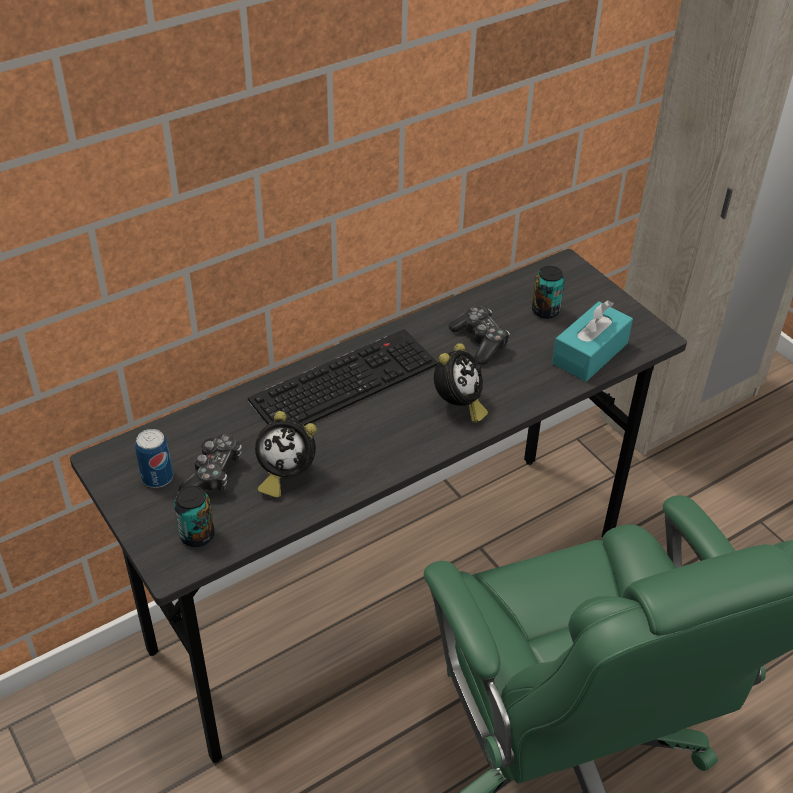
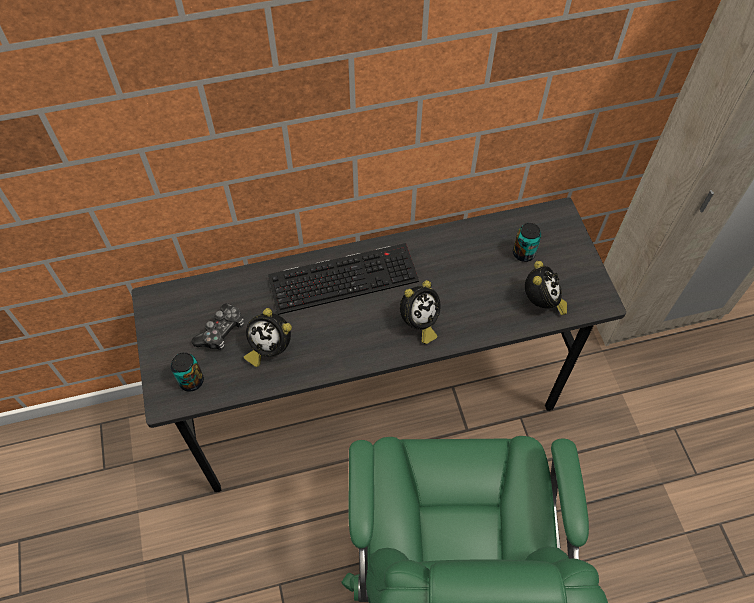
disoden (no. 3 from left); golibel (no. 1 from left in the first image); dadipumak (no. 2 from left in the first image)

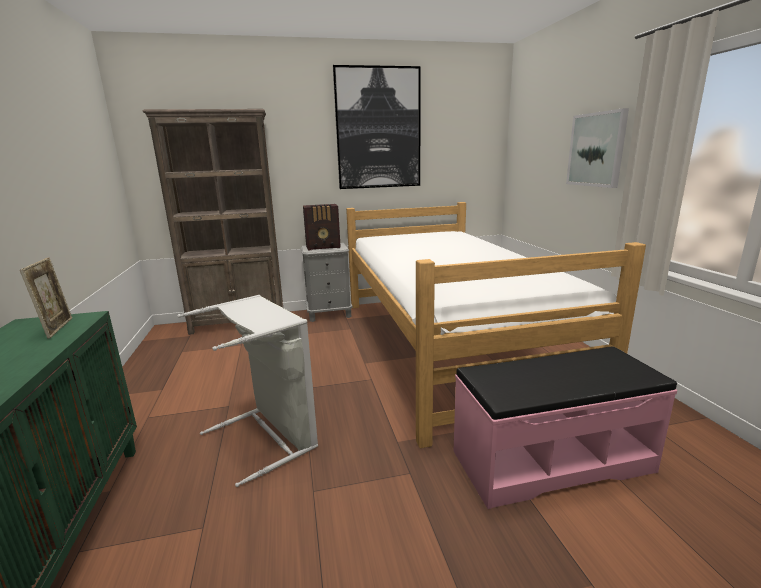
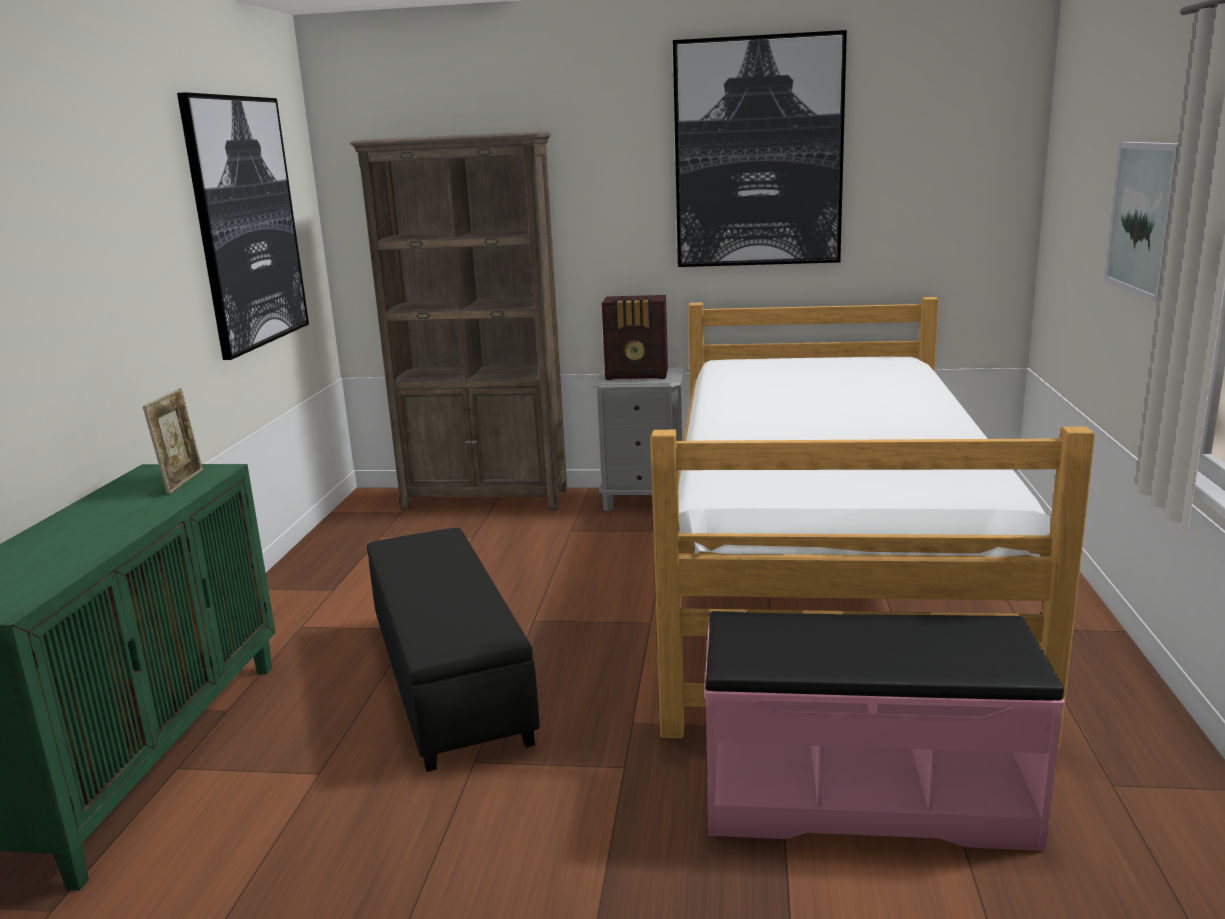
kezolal (no. 1 from left); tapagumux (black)

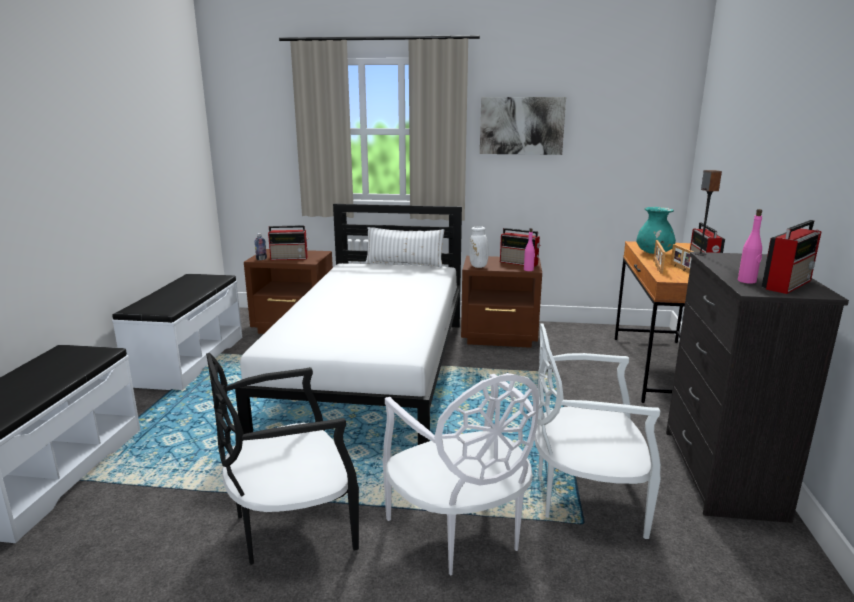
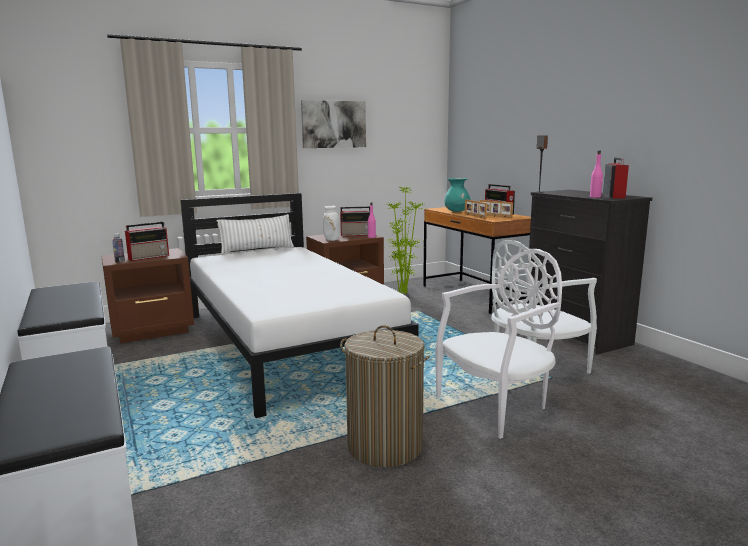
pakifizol; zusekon; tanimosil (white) (no. 1 from left)

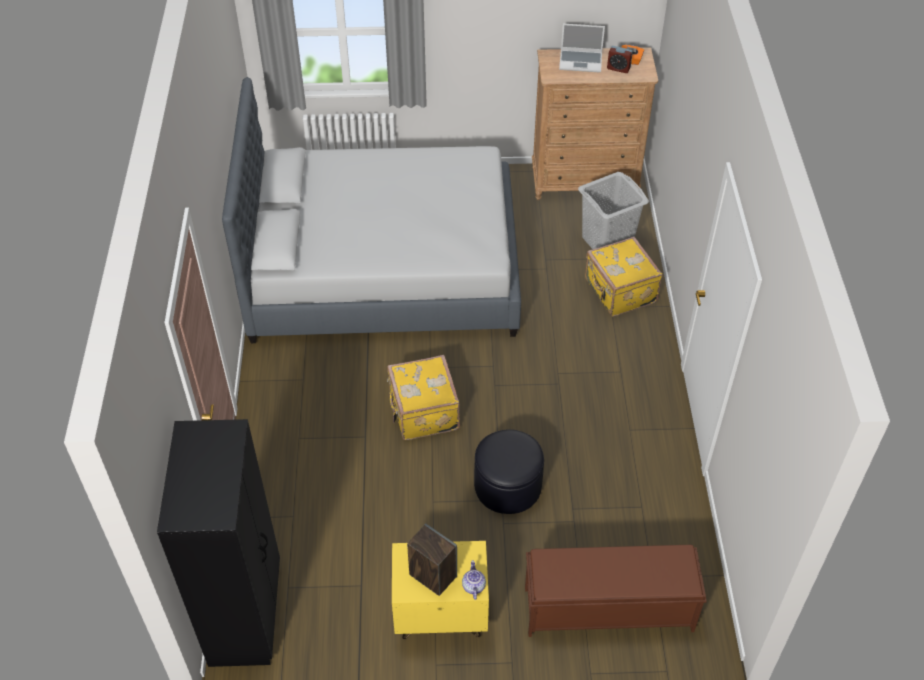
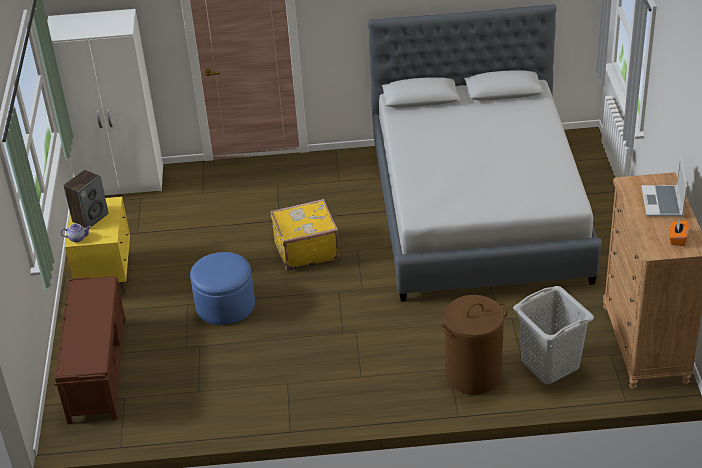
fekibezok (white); tapagumux (blue); pakifizol (brown); disoden

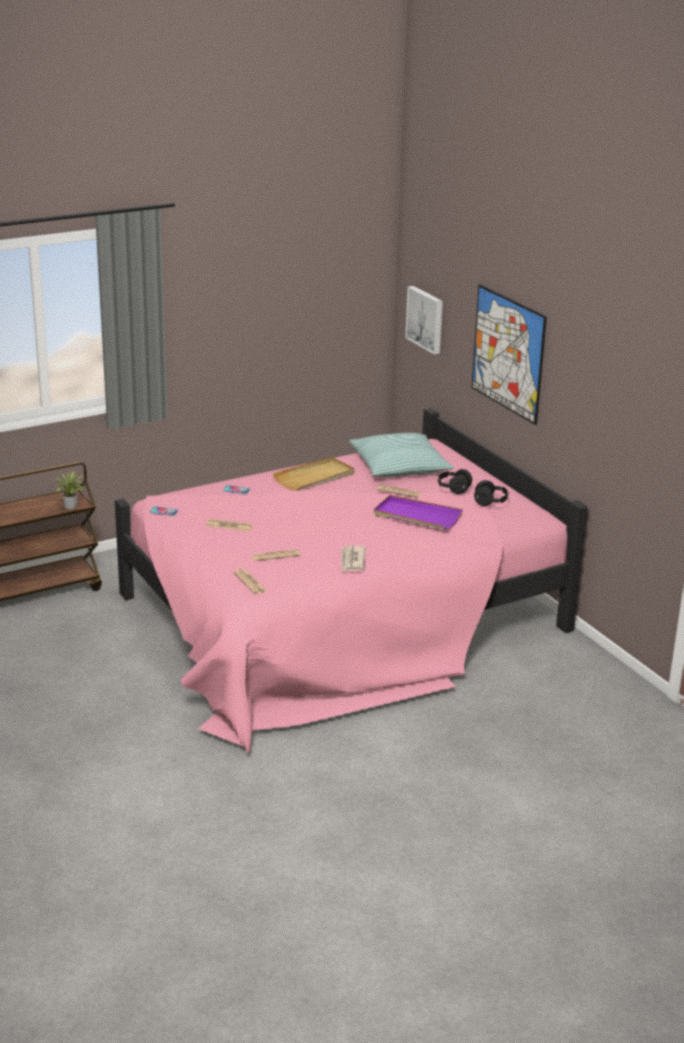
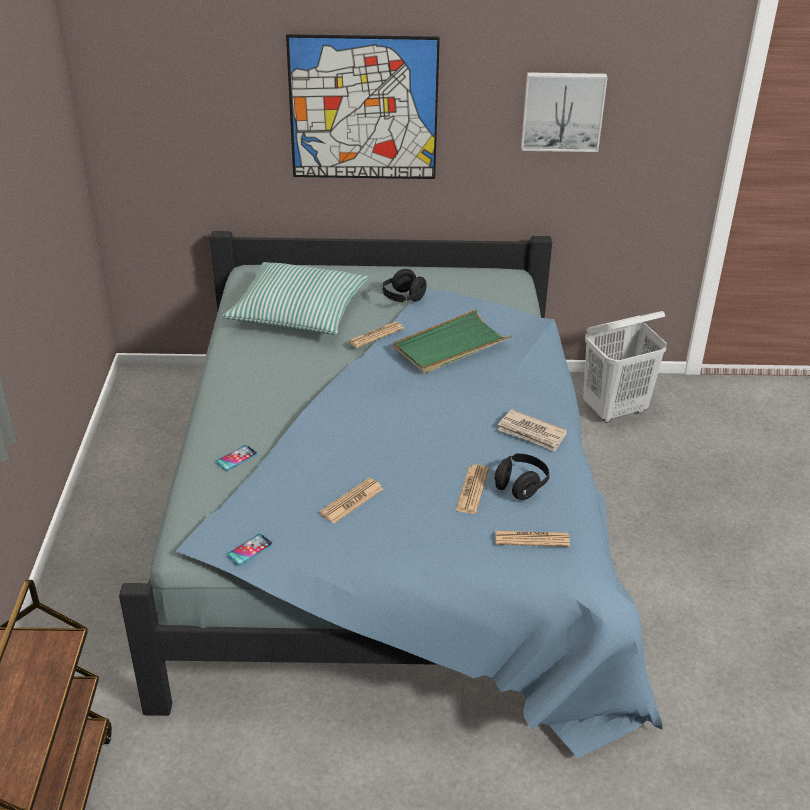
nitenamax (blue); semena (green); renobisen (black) (no. 2 from left); kezolal (no. 2 from left); pakifizol (white); zusekon; semena (beige)

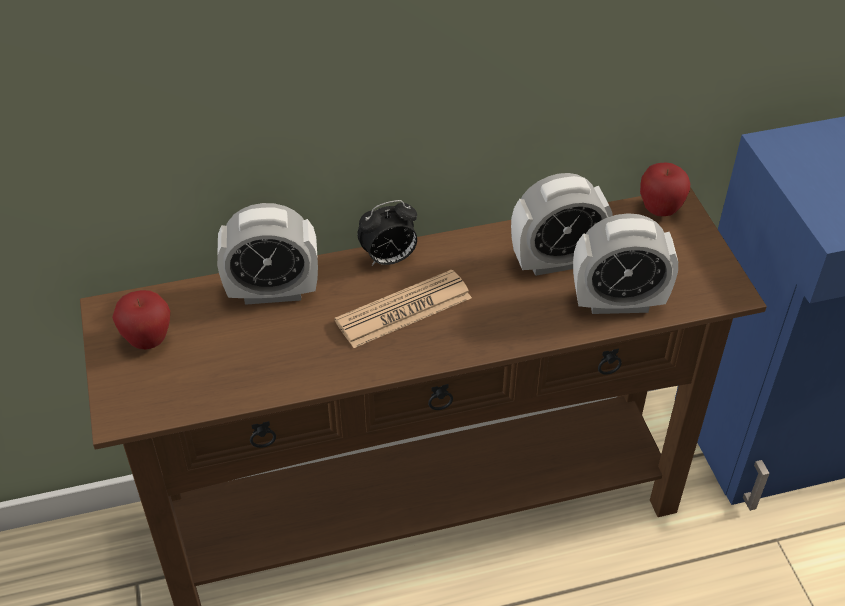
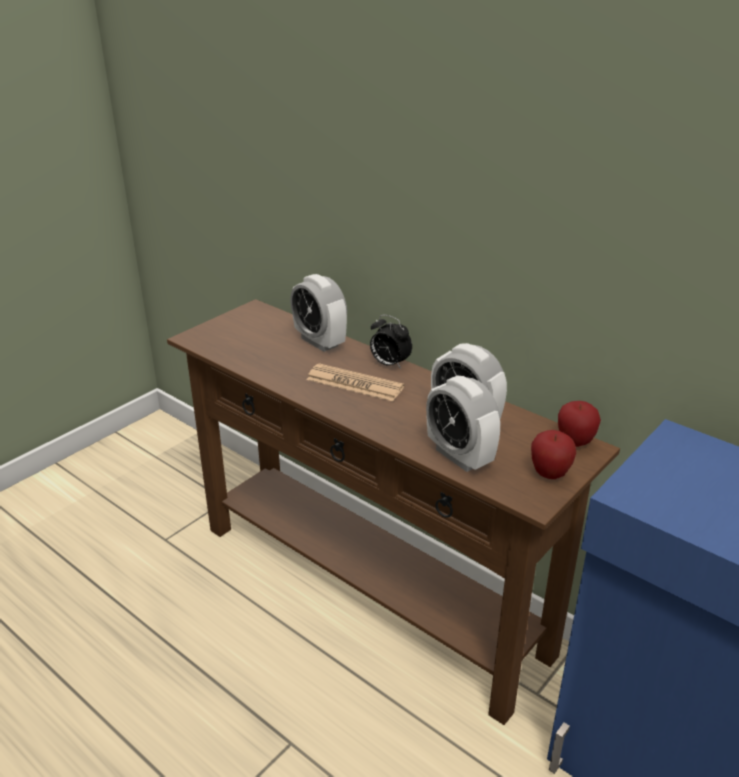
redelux (no. 1 from left)

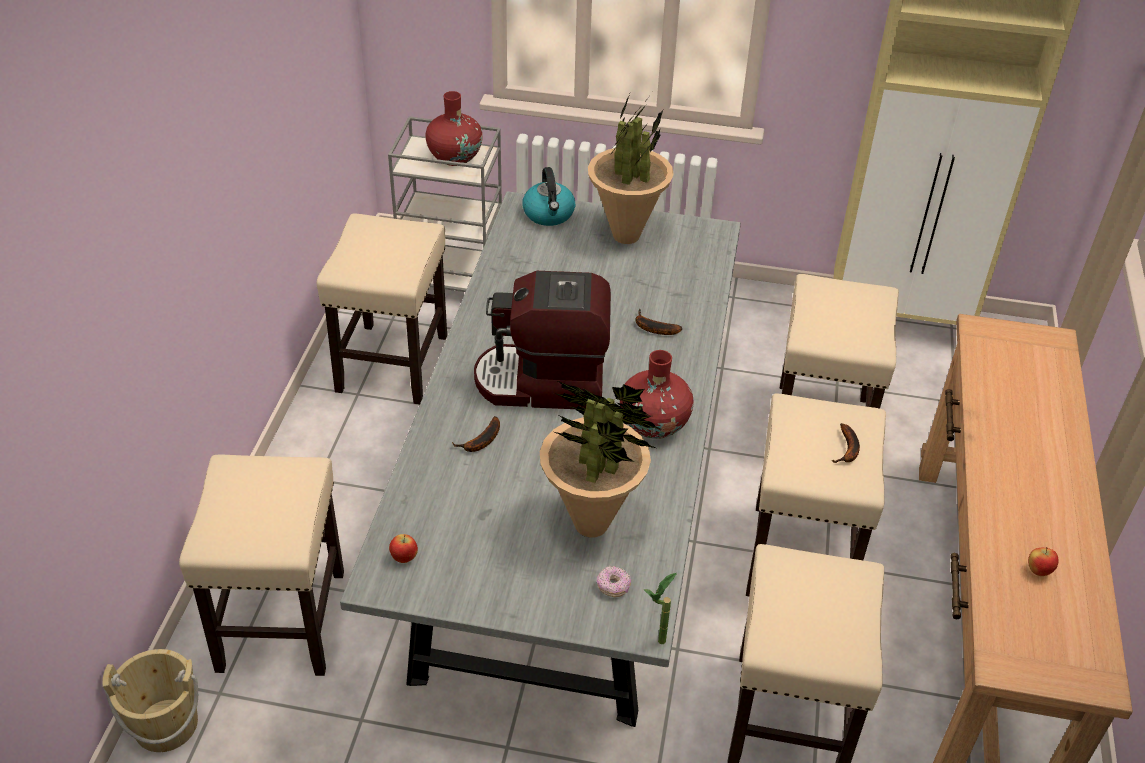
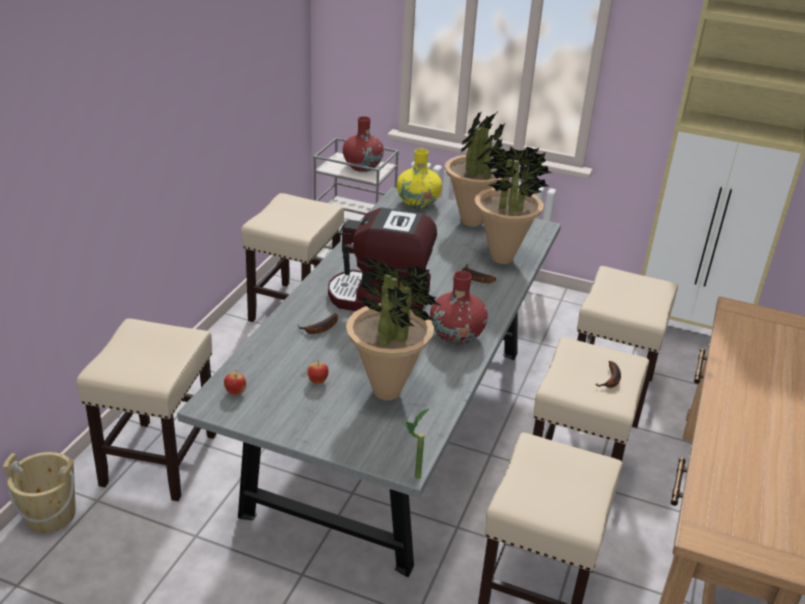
redelux (no. 2 from left); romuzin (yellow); zusekon (no. 4 from left); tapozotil

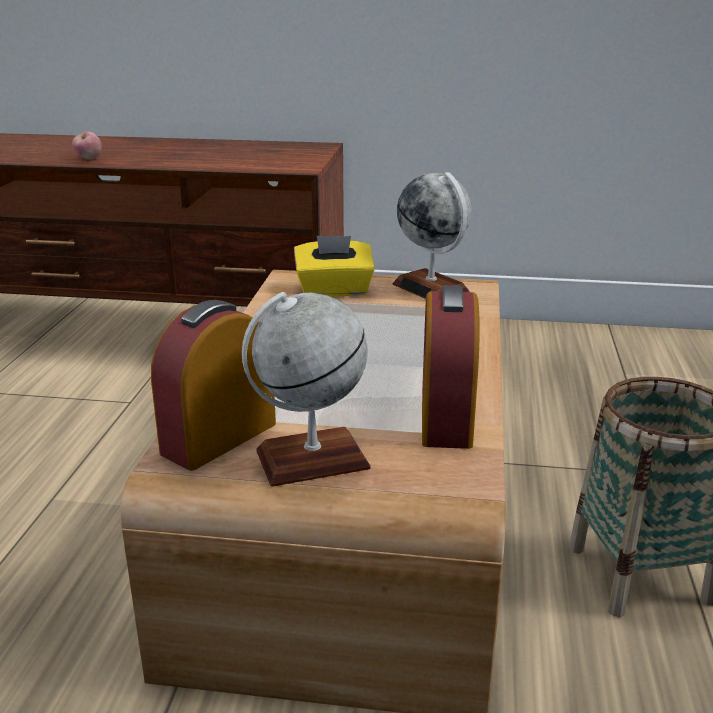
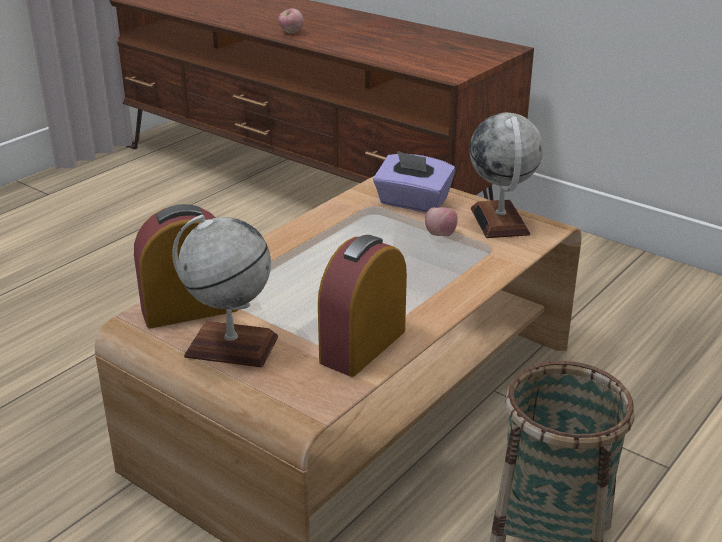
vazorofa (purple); redelux (no. 2 from left)

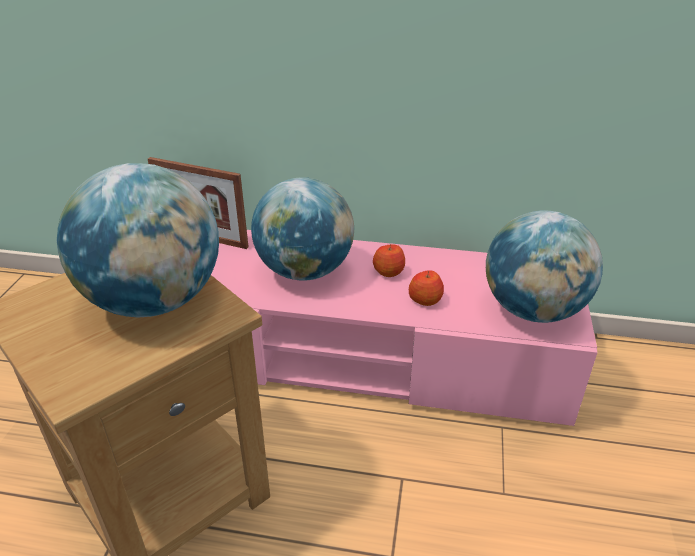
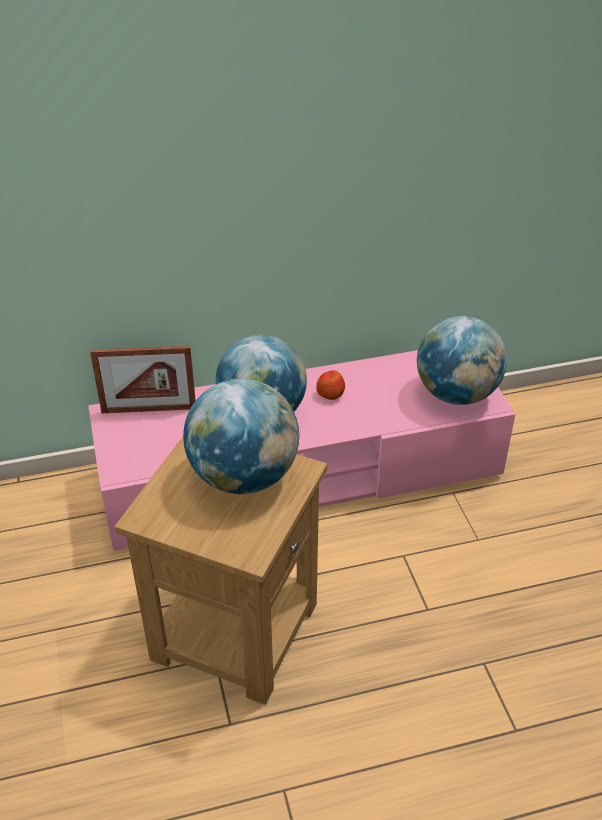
redelux (no. 2 from left in the first image)

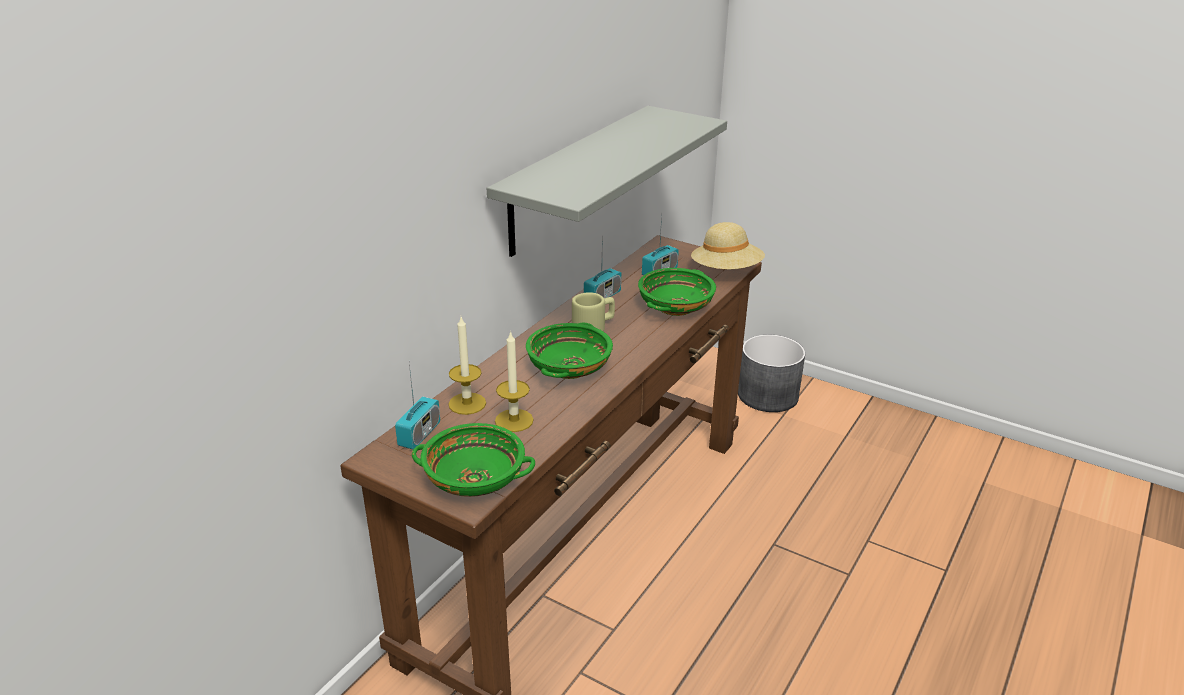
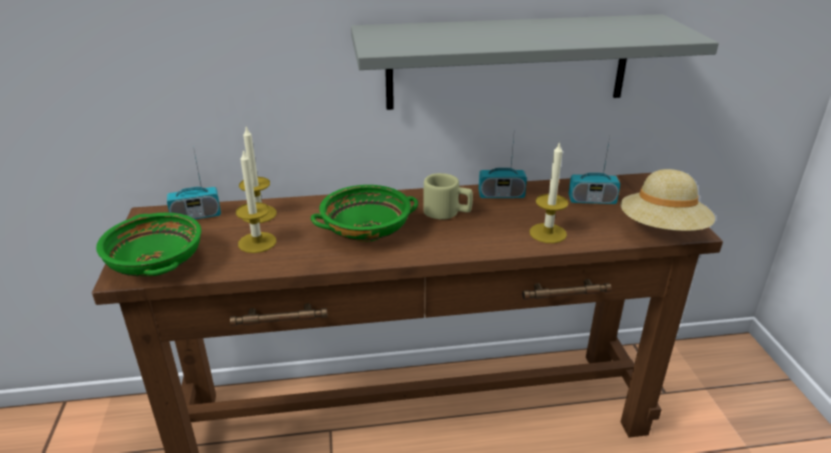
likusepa (no. 3 from left); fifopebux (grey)

